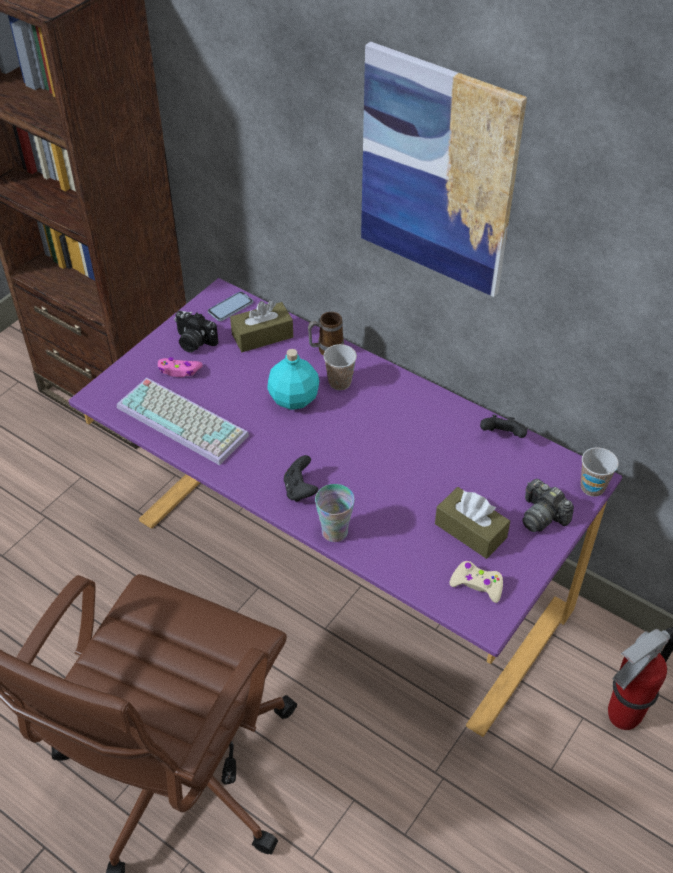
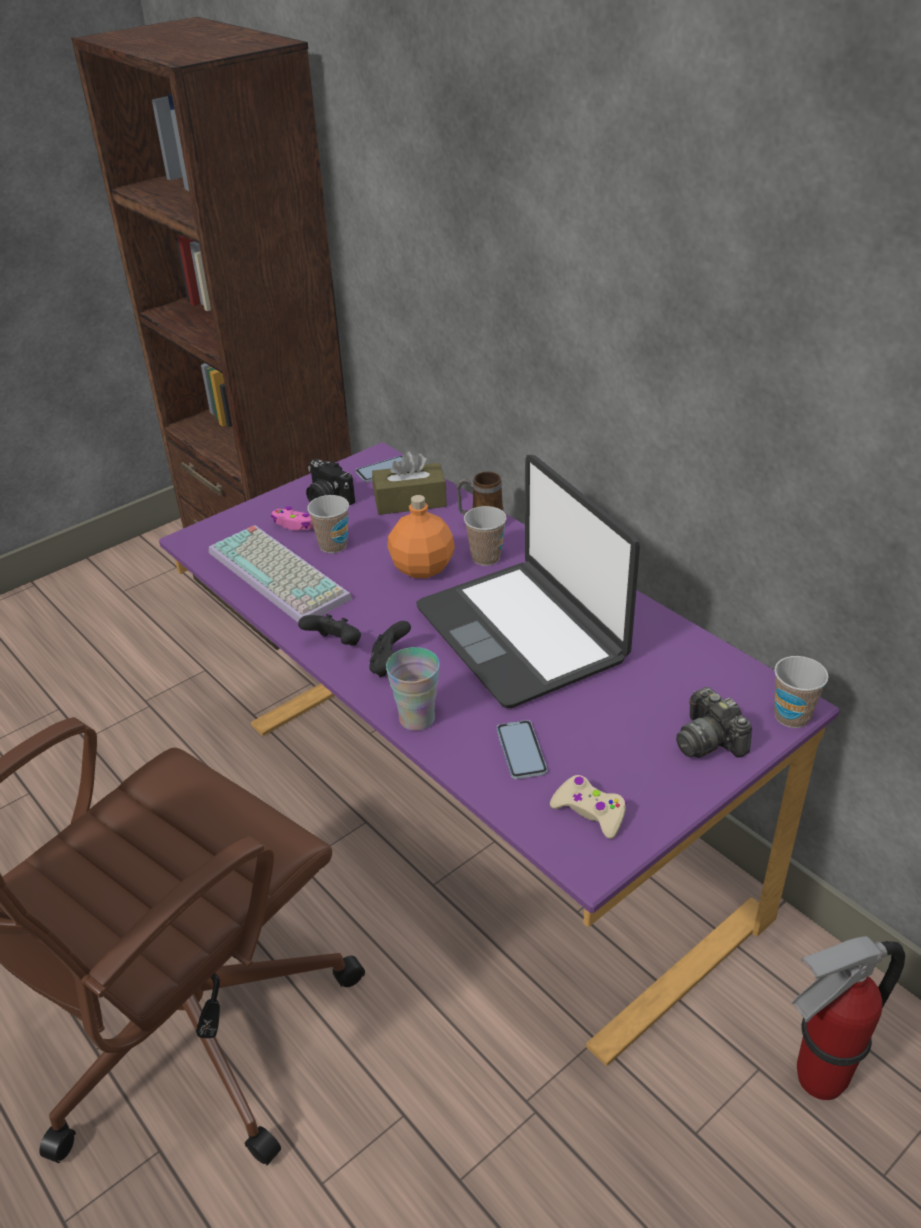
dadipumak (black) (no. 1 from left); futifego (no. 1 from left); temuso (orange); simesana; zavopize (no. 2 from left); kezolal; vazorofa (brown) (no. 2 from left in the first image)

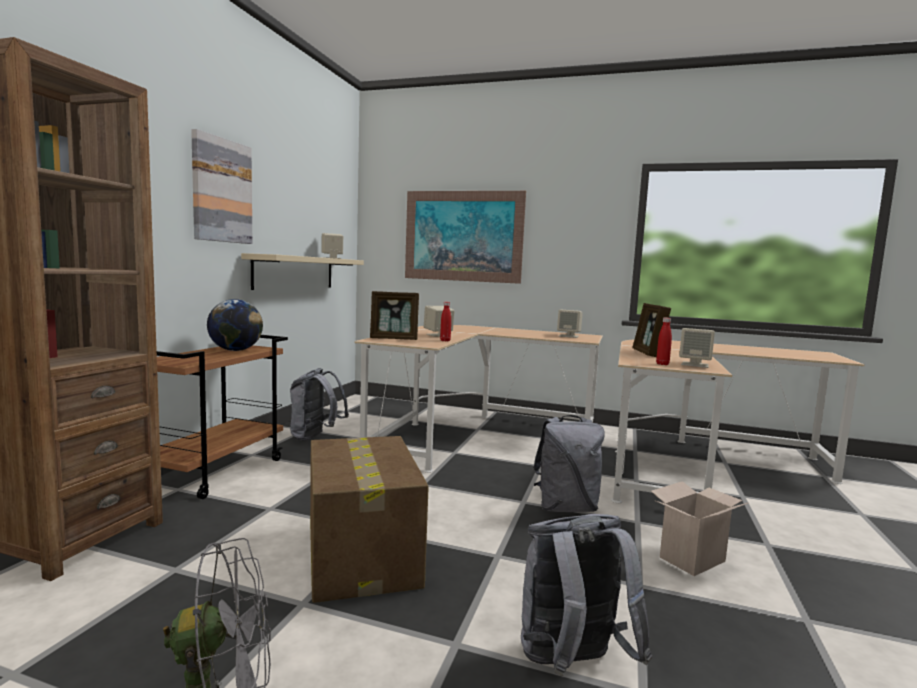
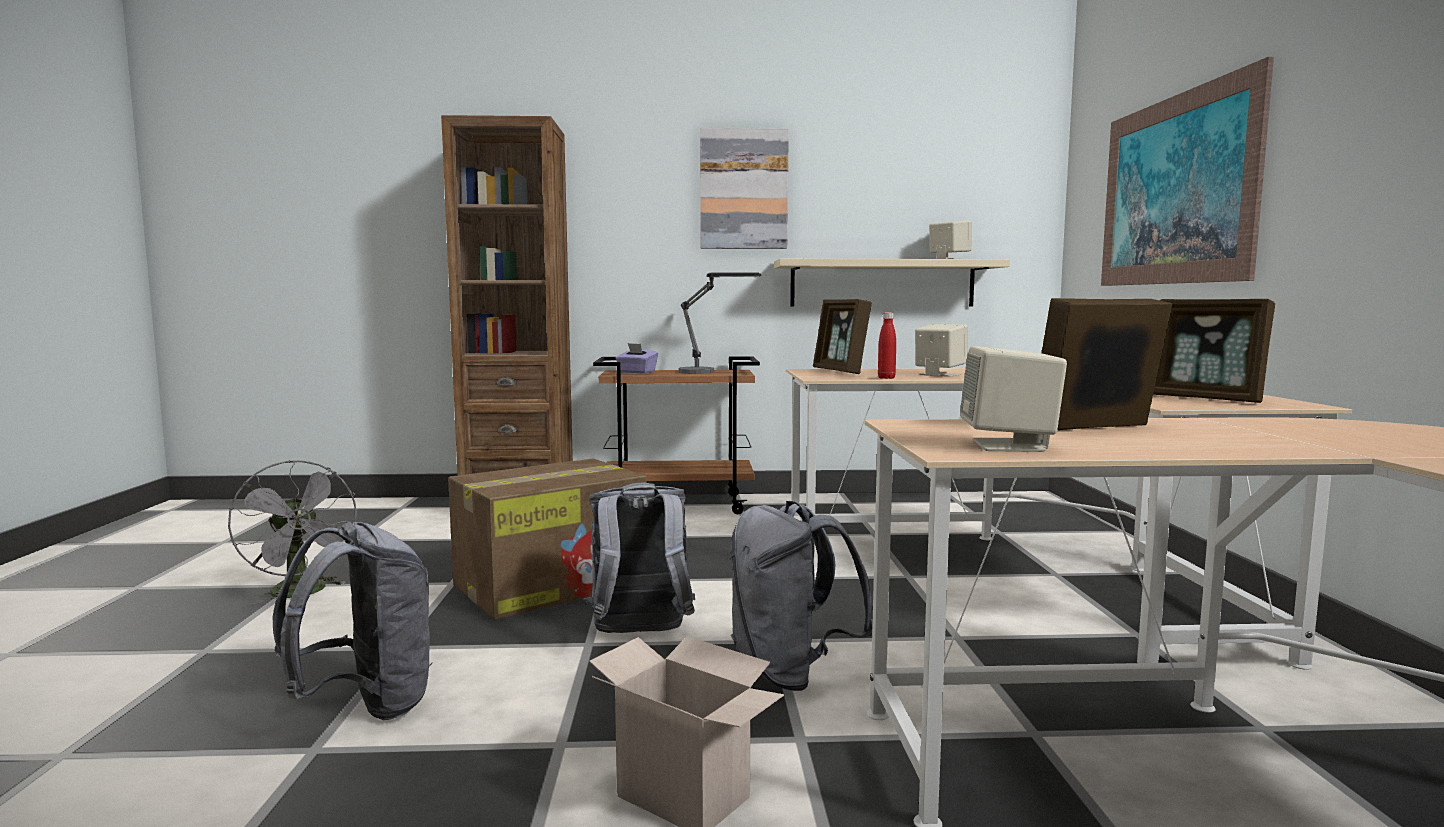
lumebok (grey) (no. 2 from left); vazorofa (purple); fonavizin; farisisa (no. 3 from left); temuso (red) (no. 2 from left in the first image)

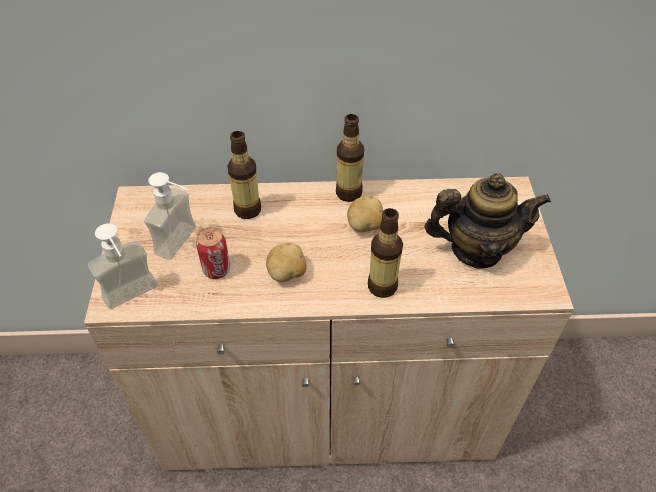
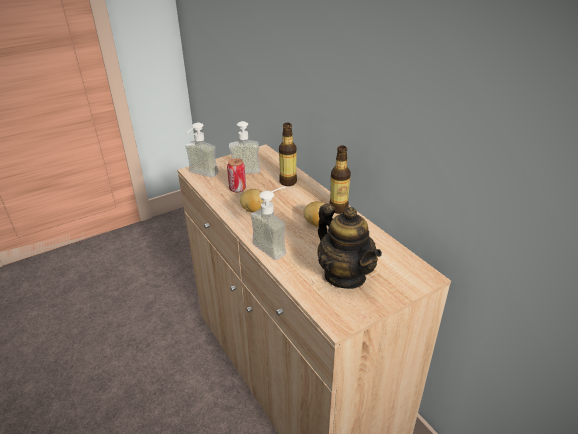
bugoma (no. 3 from left)

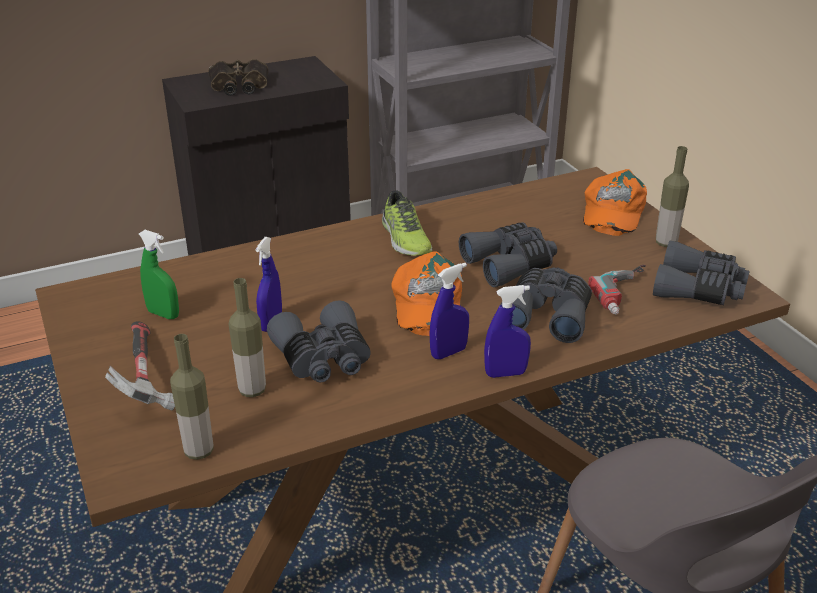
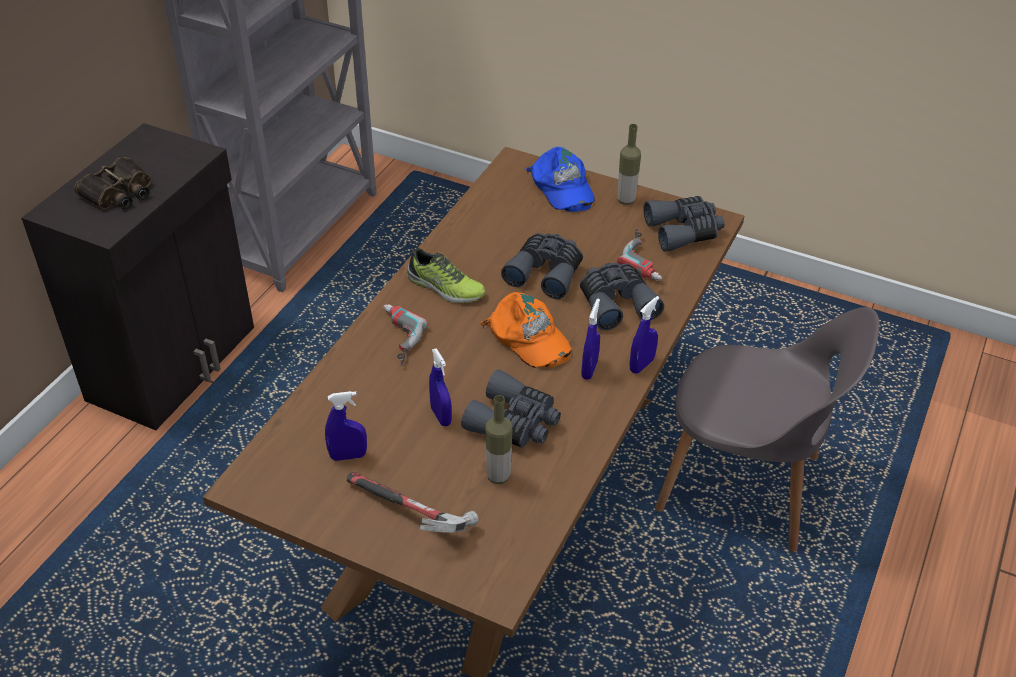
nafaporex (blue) (no. 1 from left); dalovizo (no. 1 from left); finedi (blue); temuso (no. 1 from left in the first image)

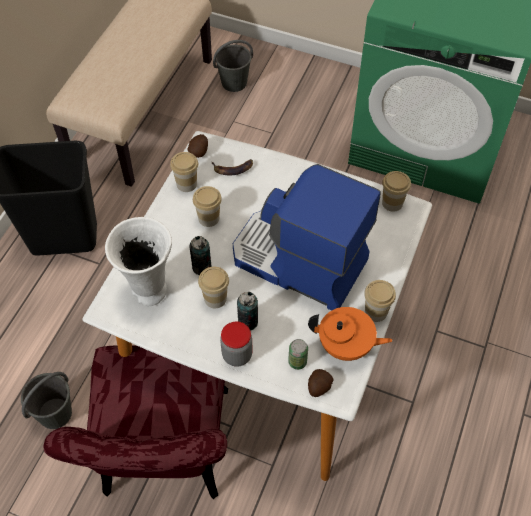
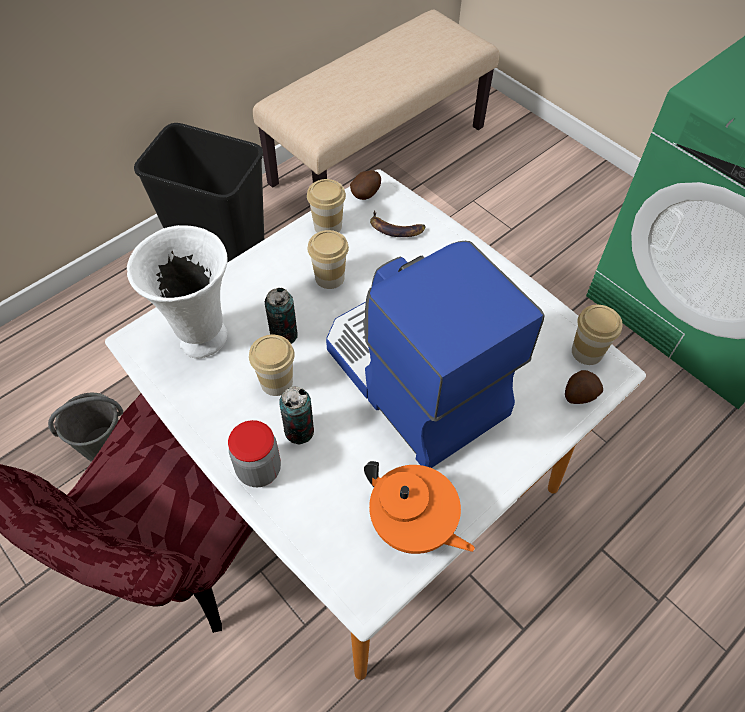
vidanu (no. 2 from left); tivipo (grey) (no. 2 from left in the first image); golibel (no. 3 from left in the first image); futifego (no. 4 from left in the first image)

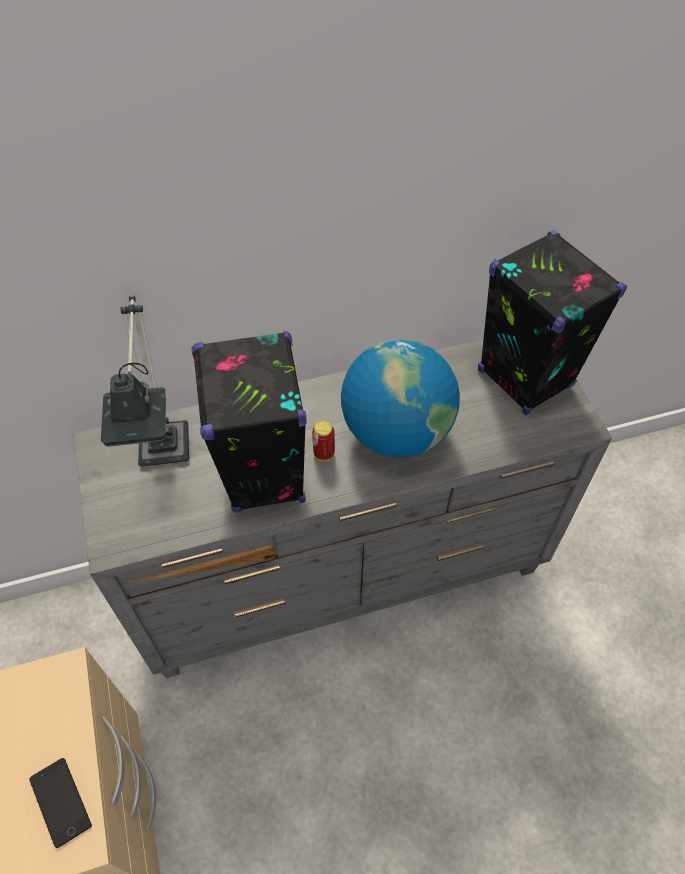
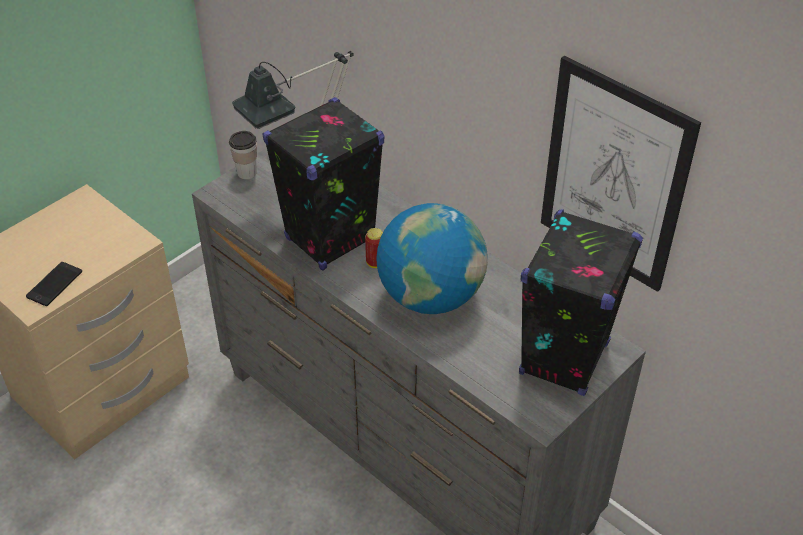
futifego; kezolal

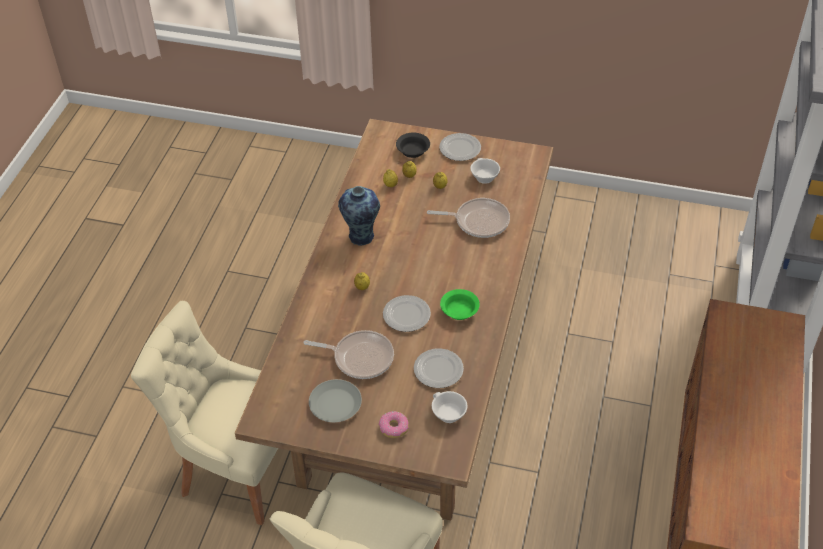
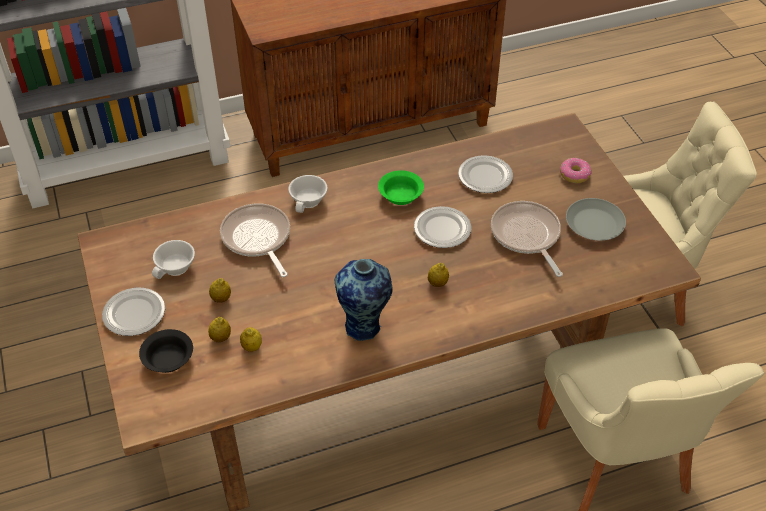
futifego (white) (no. 2 from left)

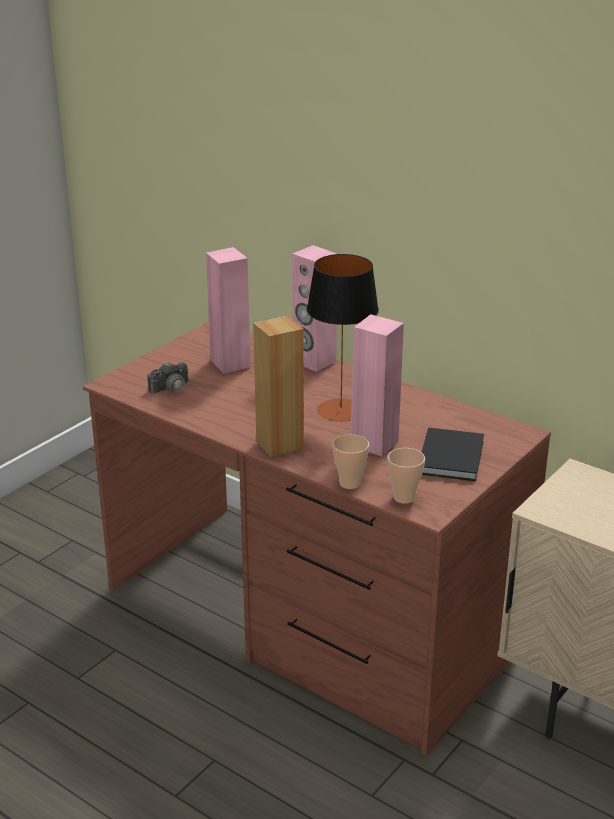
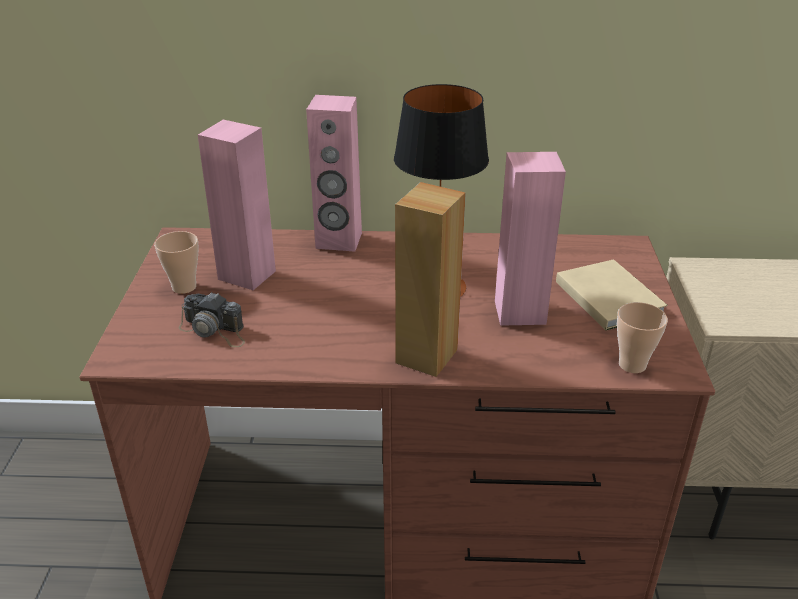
futifego (no. 1 from left); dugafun; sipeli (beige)

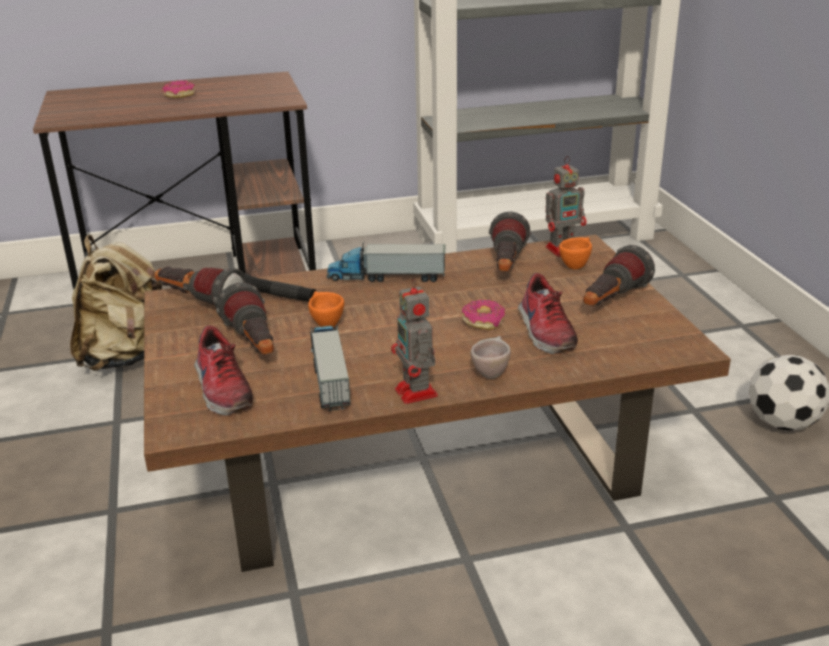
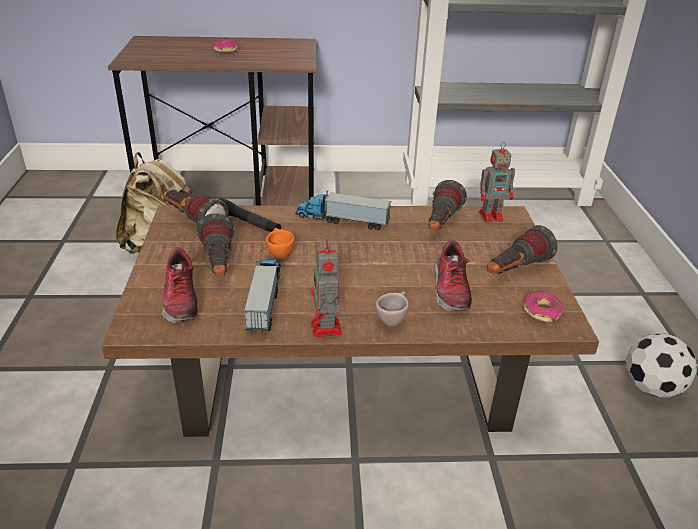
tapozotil (no. 2 from left); futifego (orange) (no. 2 from left in the first image)

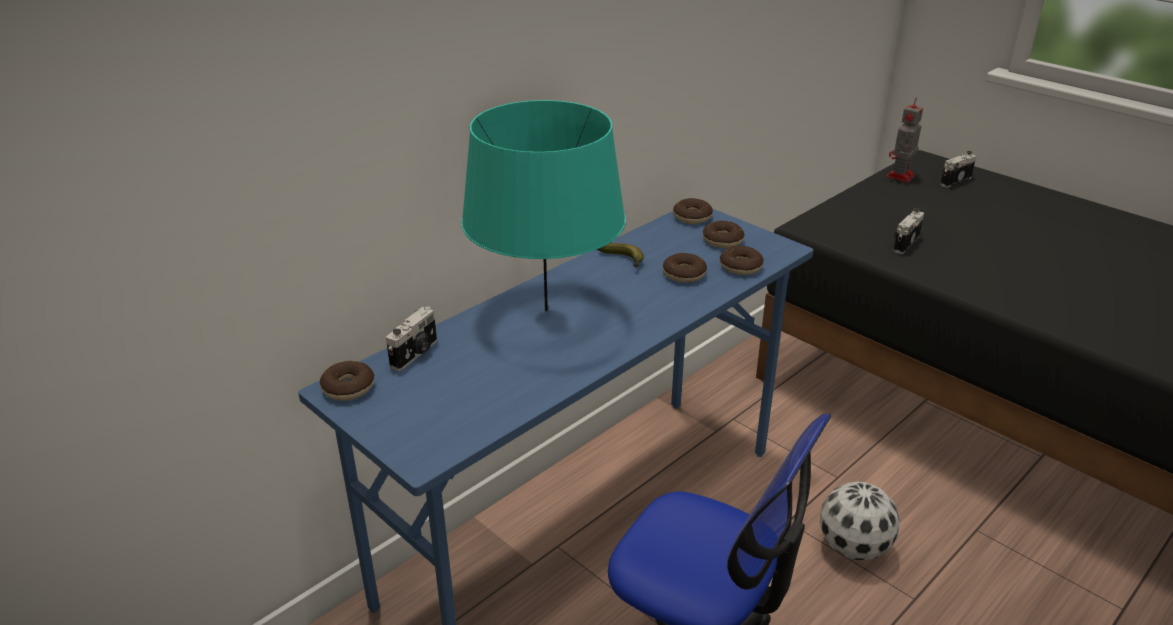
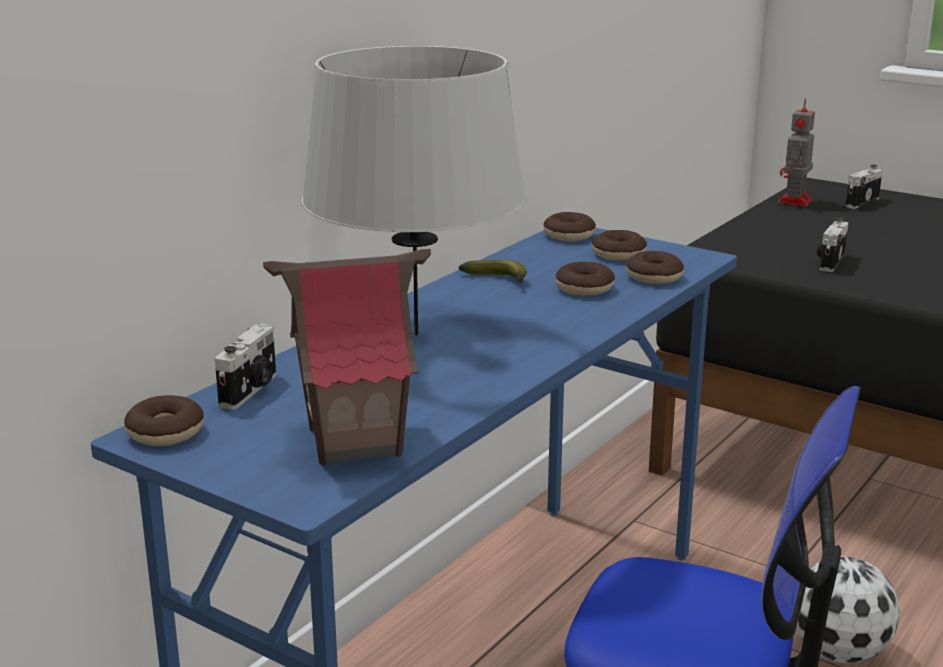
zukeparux; fonavizin (grey)

